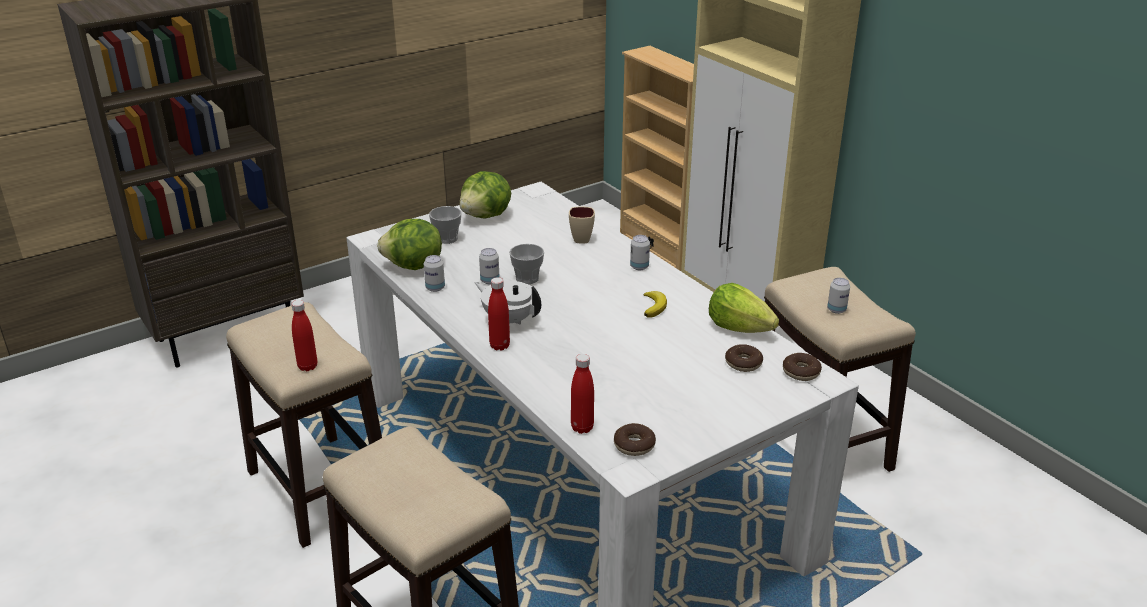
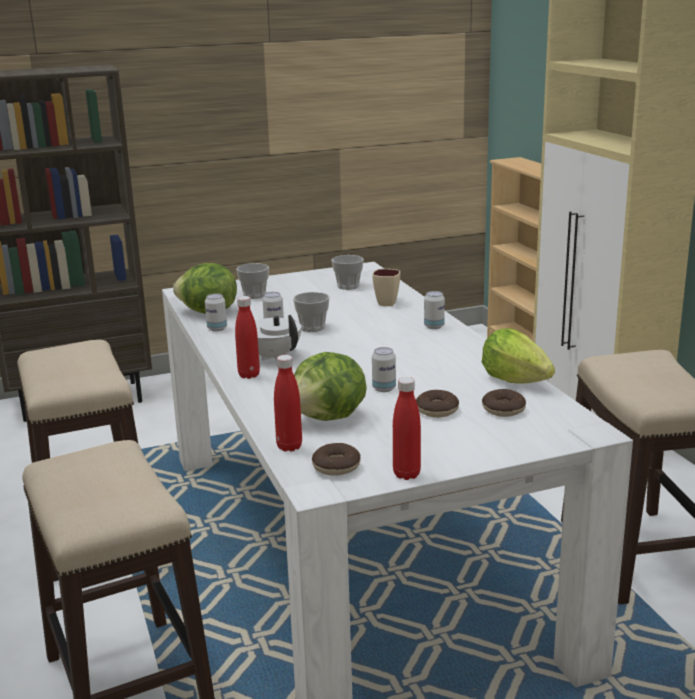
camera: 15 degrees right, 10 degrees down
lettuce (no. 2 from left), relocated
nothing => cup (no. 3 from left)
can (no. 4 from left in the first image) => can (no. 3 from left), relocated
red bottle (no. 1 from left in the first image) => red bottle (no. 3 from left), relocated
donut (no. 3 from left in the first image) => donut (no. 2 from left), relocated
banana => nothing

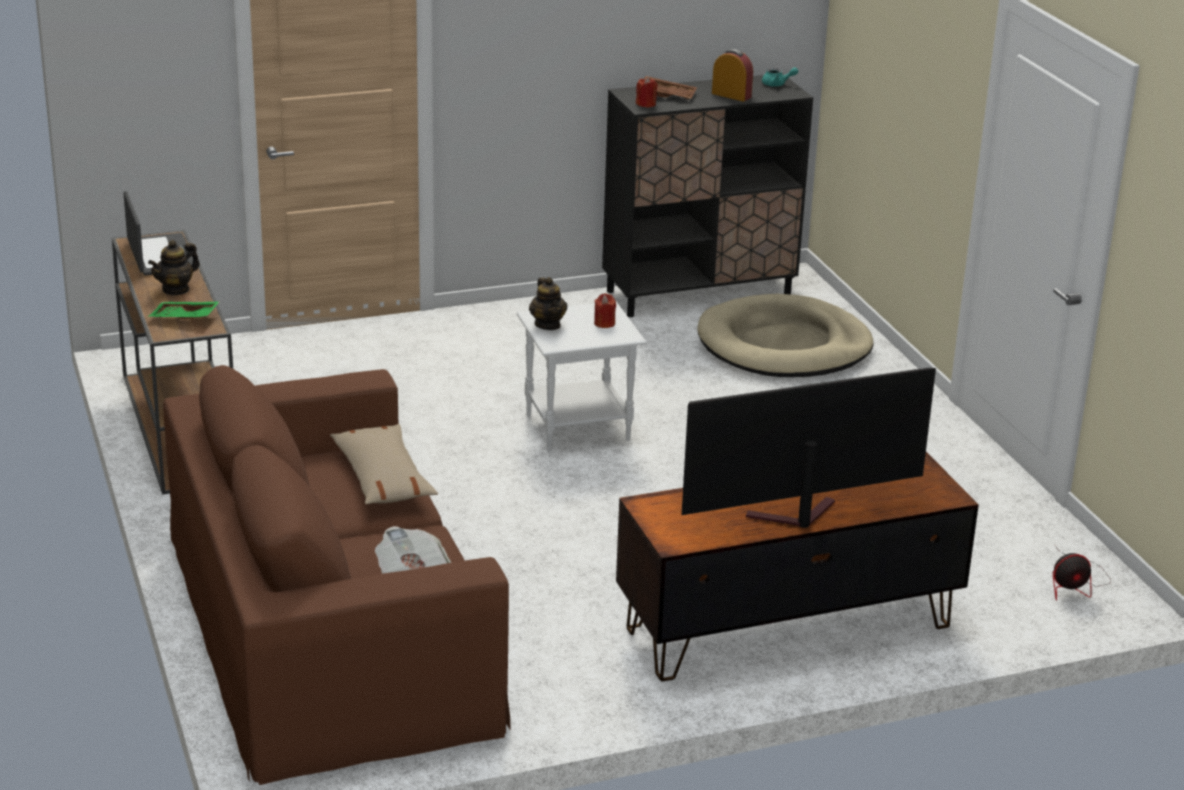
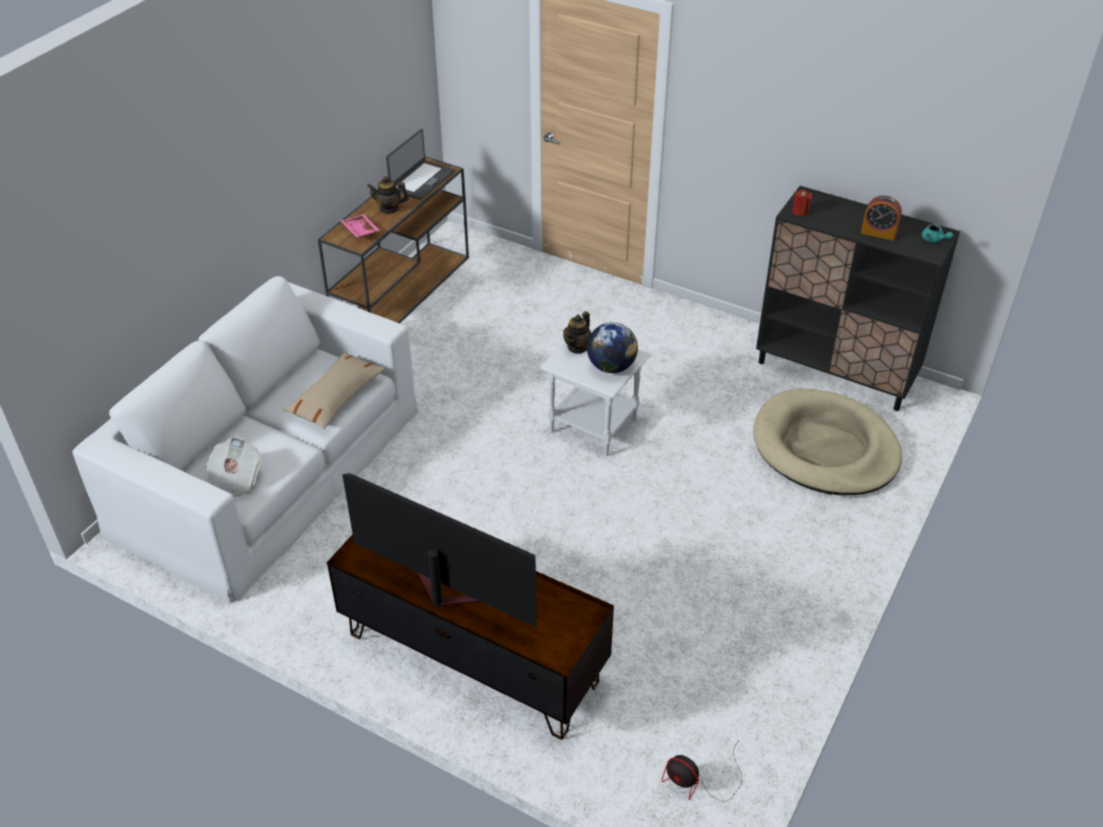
camera: 50 degrees right, 15 degrees up
brown sofa => white sofa
green tray => pink tray
red candle (no. 1 from left) => globe
alarm clock, 120 degrees clockwise
brown tray => nothing

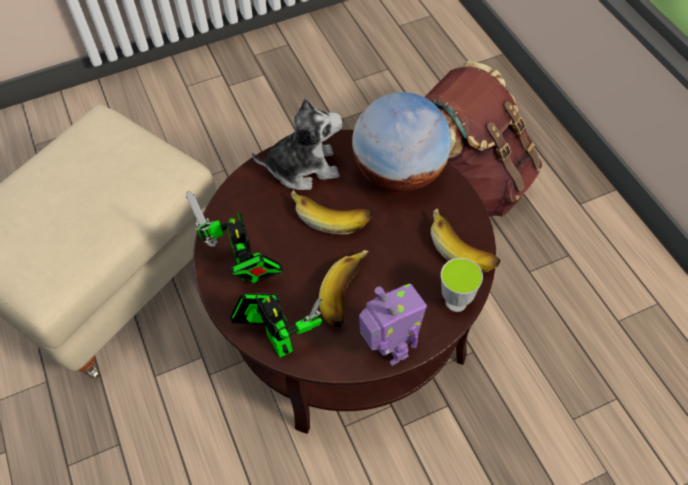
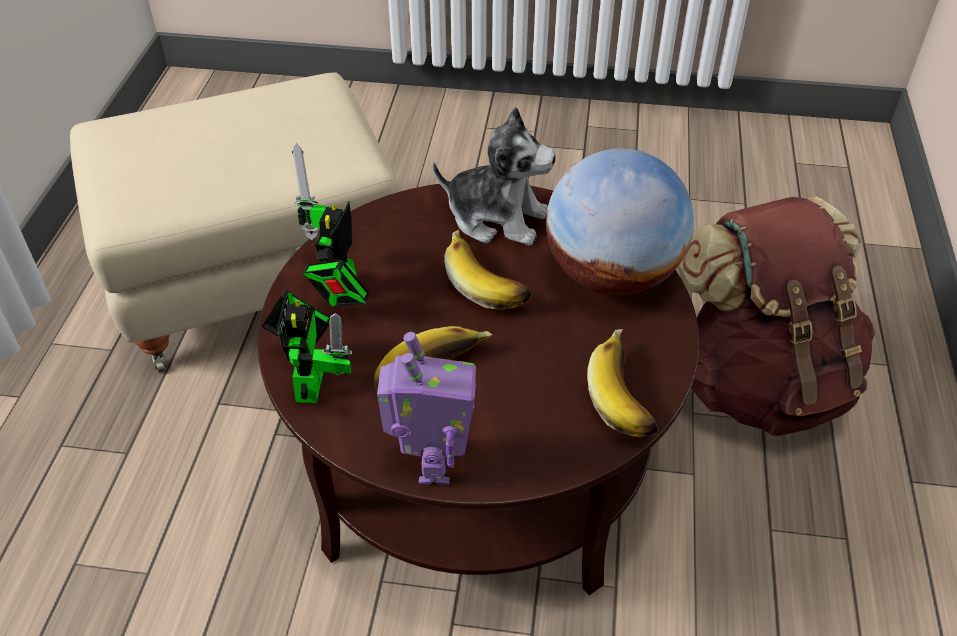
camera: 30 degrees right, 10 degrees down
cup => nothing

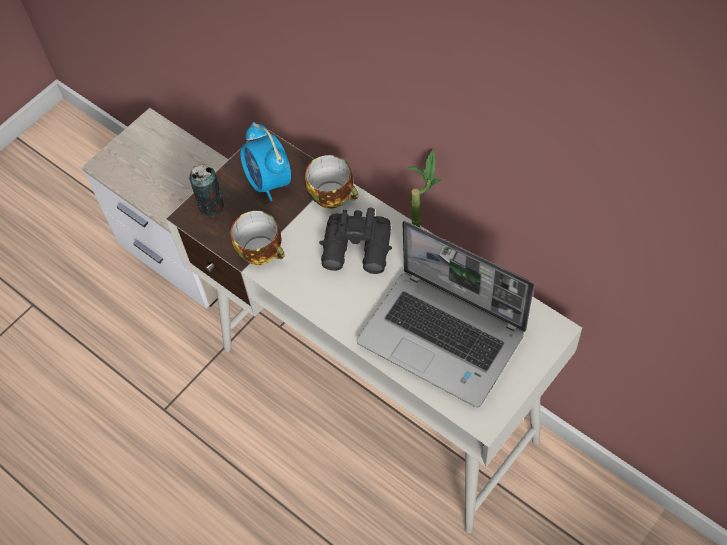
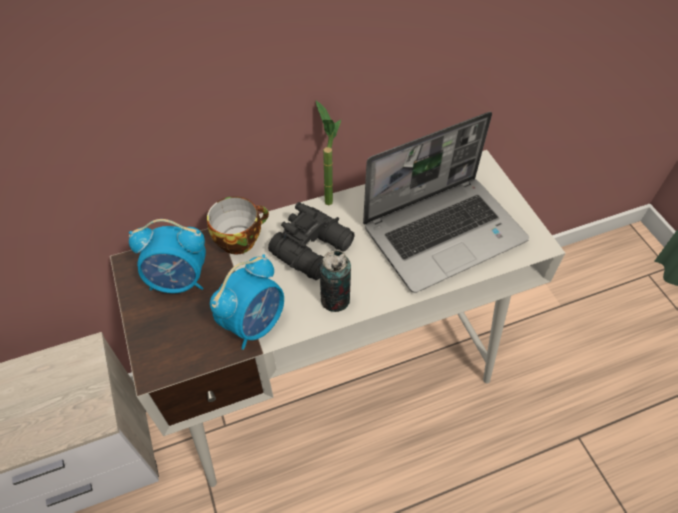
camera: 65 degrees left, 5 degrees down
cup (no. 1 from left) => alarm clock (no. 2 from left)
can, relocated

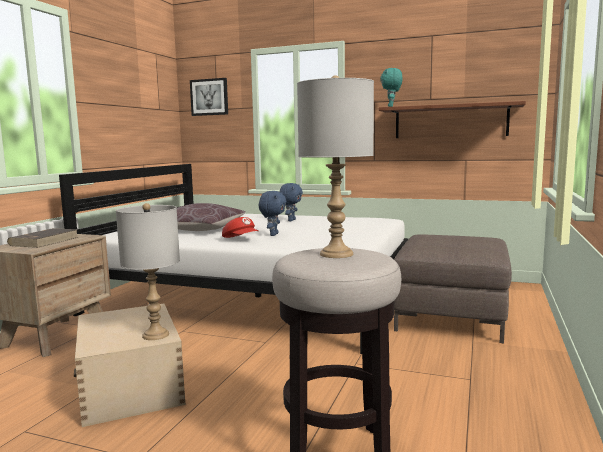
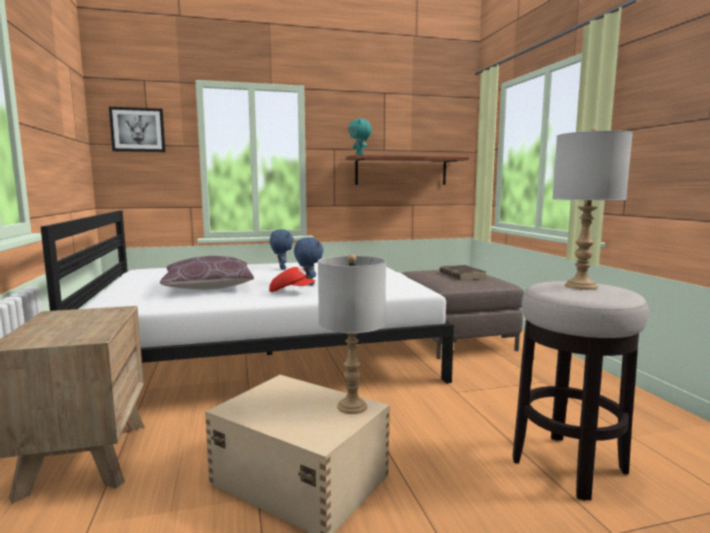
camera: 35 degrees left, 0 degrees up
brown book, relocated

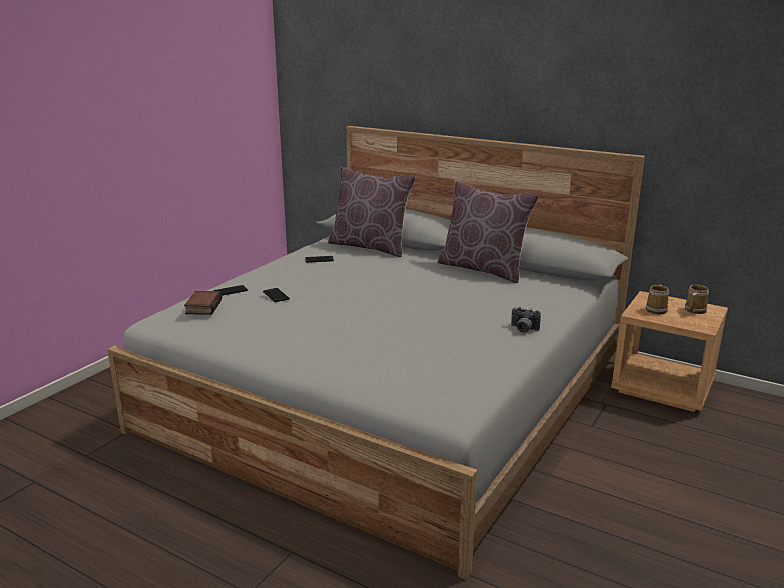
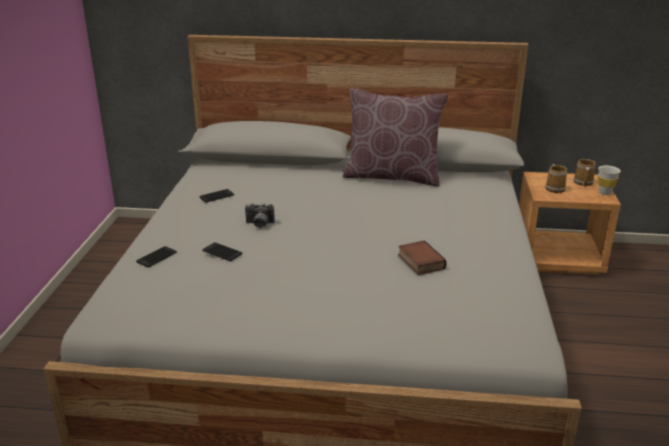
camera: 25 degrees left, 5 degrees up
photo camera, relocated
book, relocated
nothing => white cup
brown pillow (no. 1 from left) => nothing

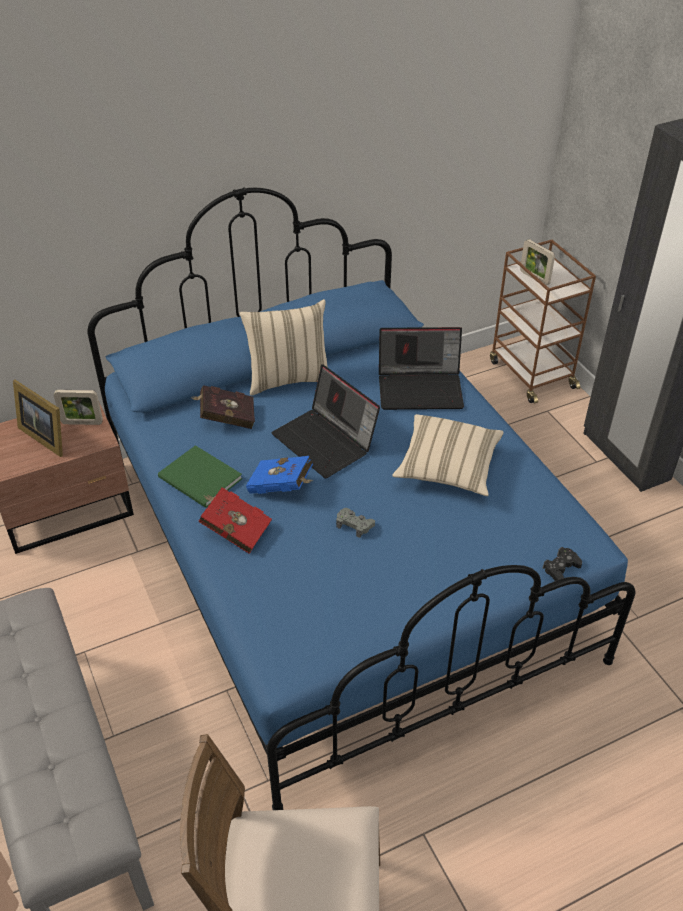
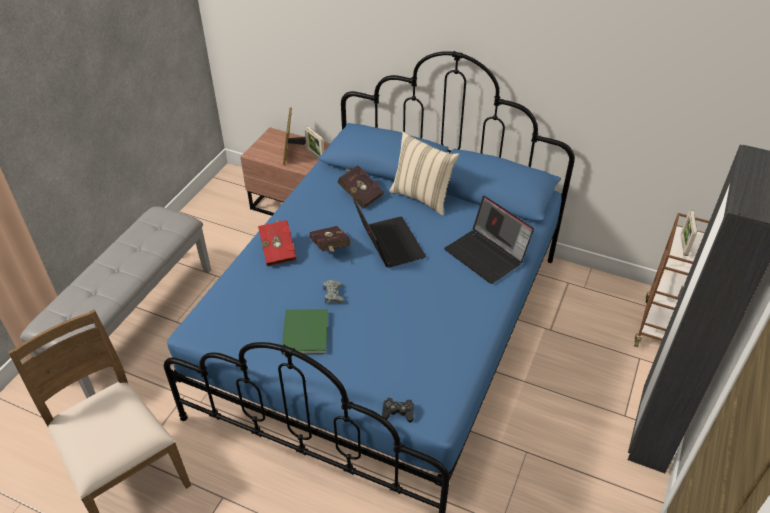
camera: 50 degrees right, 0 degrees up
green book, relocated
blue book => red book (no. 2 from left)
laptop (no. 1 from left), 150 degrees clockwise
beige pillow (no. 2 from left) => nothing

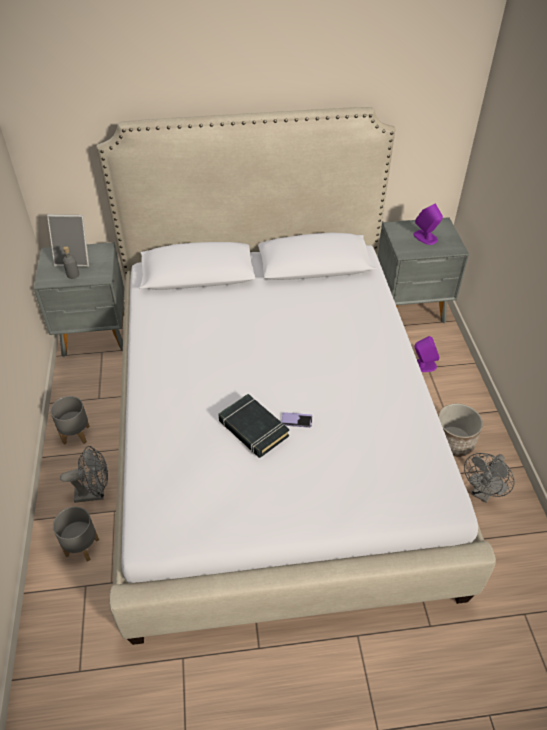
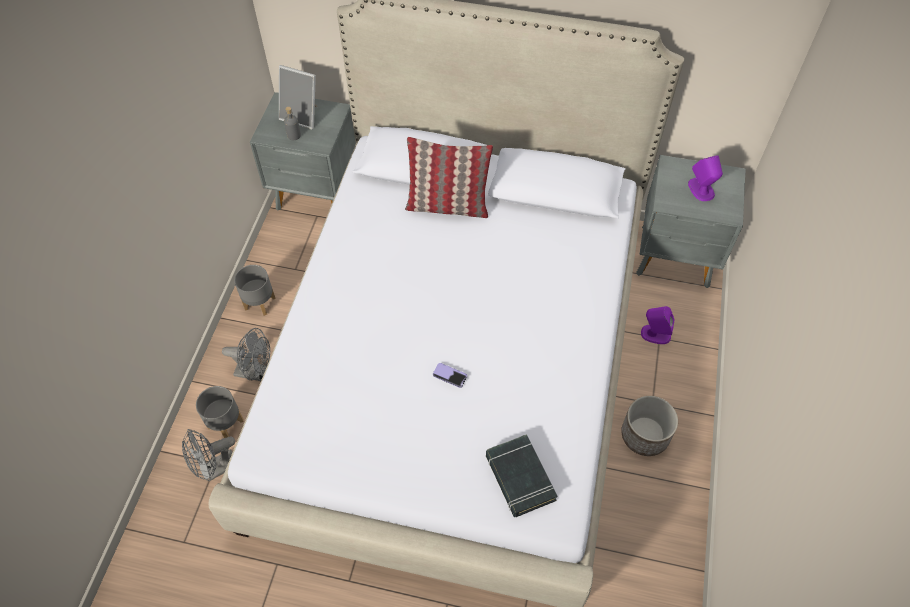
camera: 20 degrees right, 10 degrees up
grey fan (no. 2 from left in the first image) => grey fan (no. 1 from left), relocated
nothing => pillow
black book, relocated

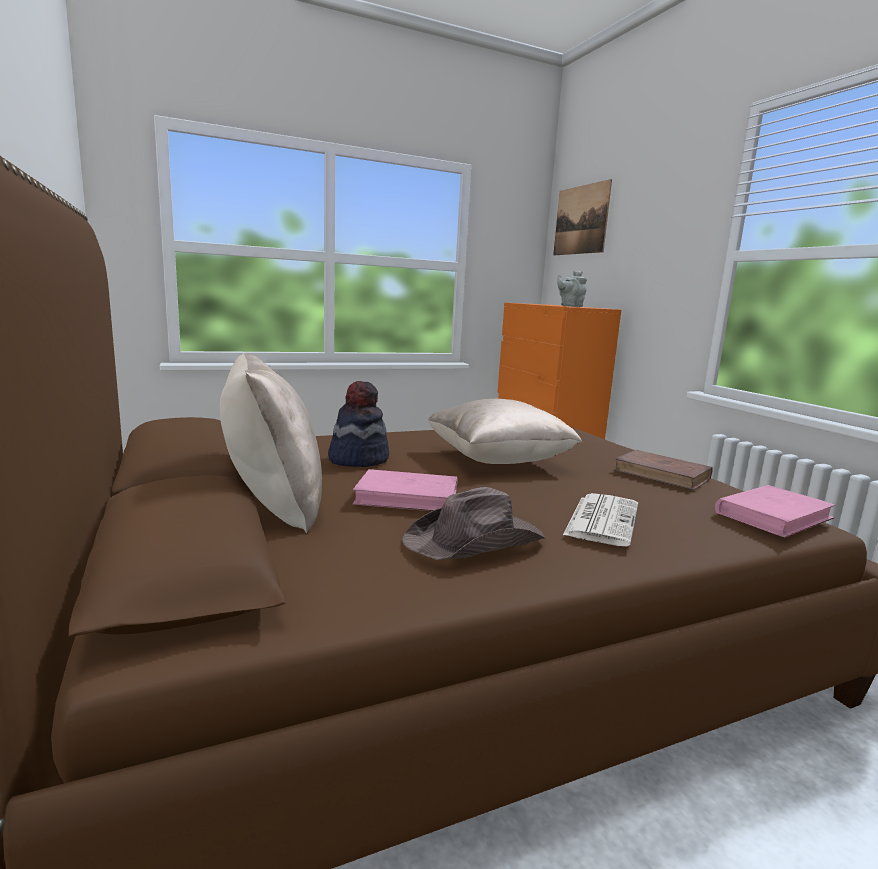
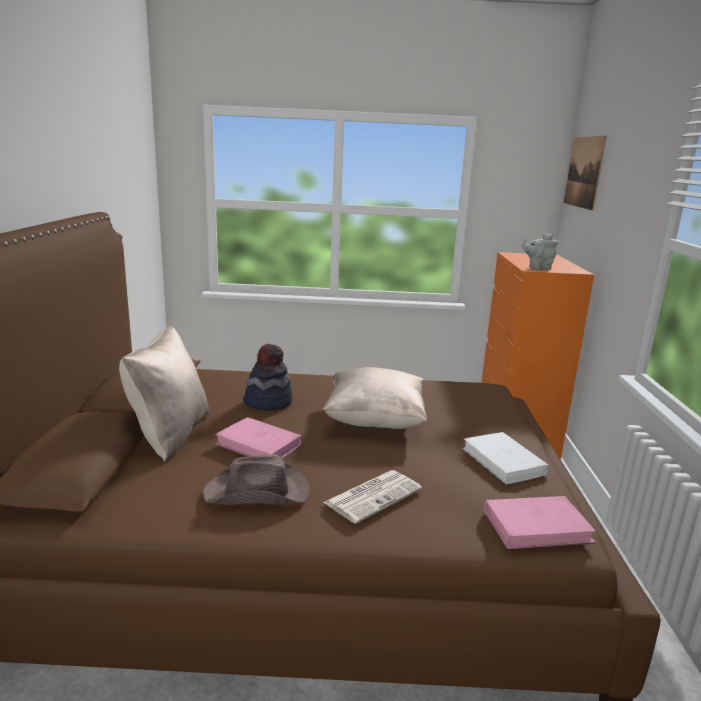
camera: 25 degrees right, 5 degrees up
brown book => white book

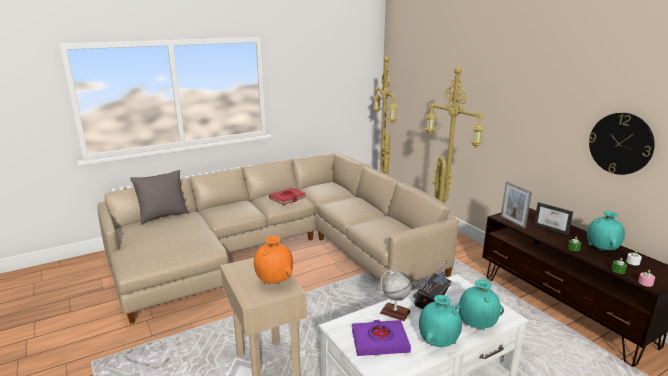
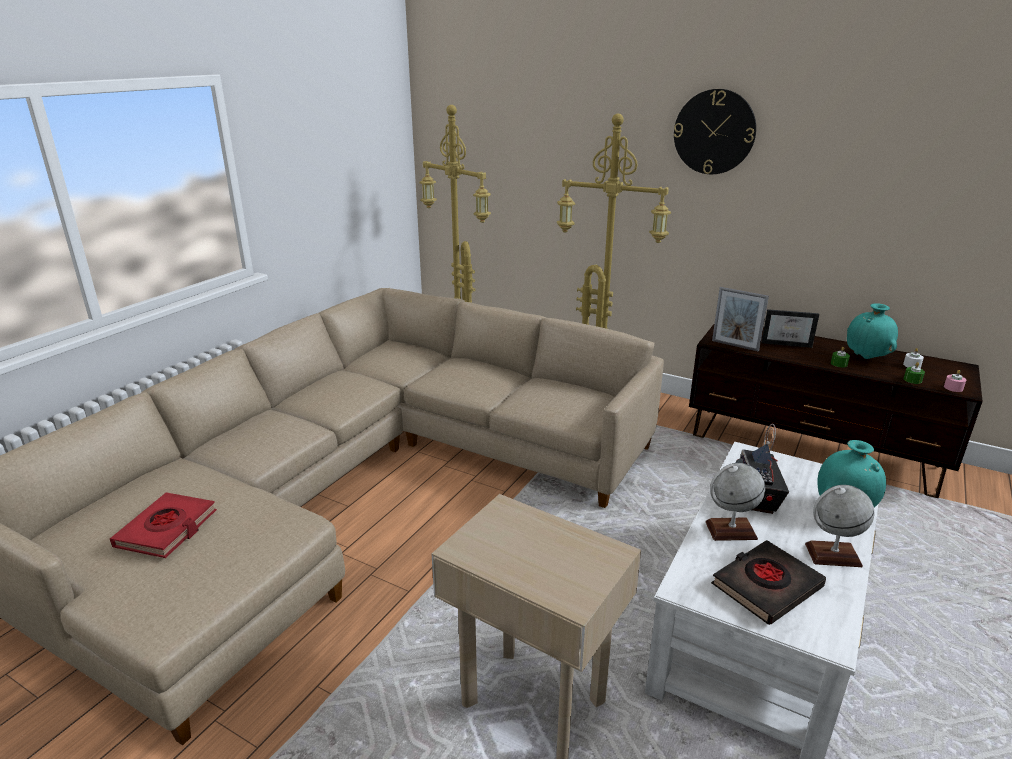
camera: 30 degrees left, 5 degrees up
red book, relocated
wall clock, relocated
purple book => black book
turquoise vase (no. 1 from left) => globe (no. 2 from left)
grey pillow => nothing
orange vase => nothing

